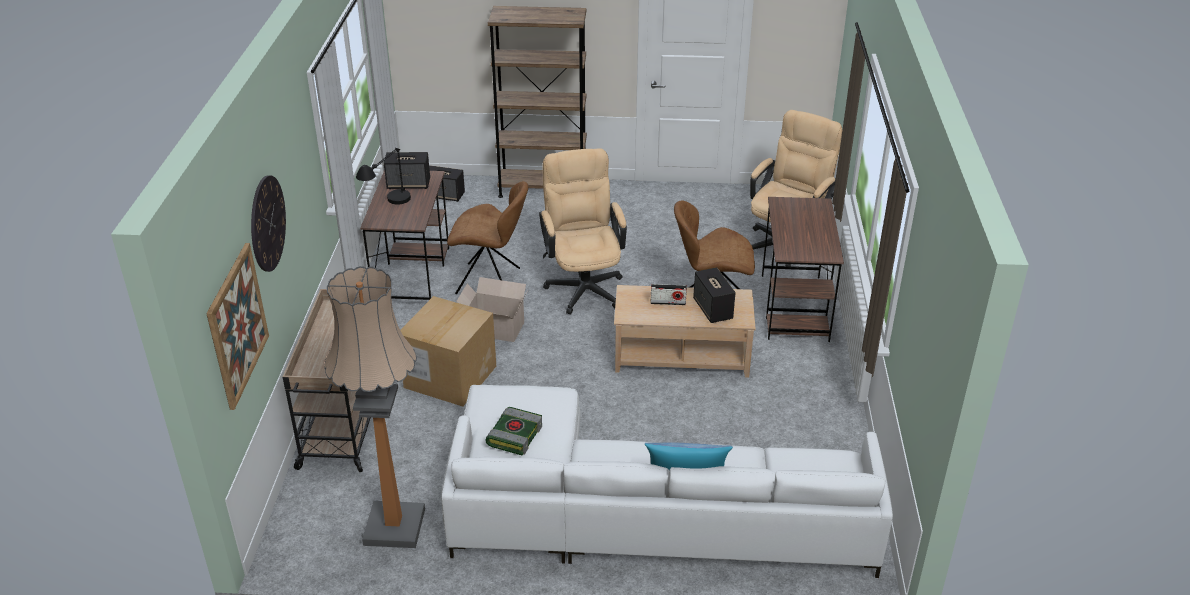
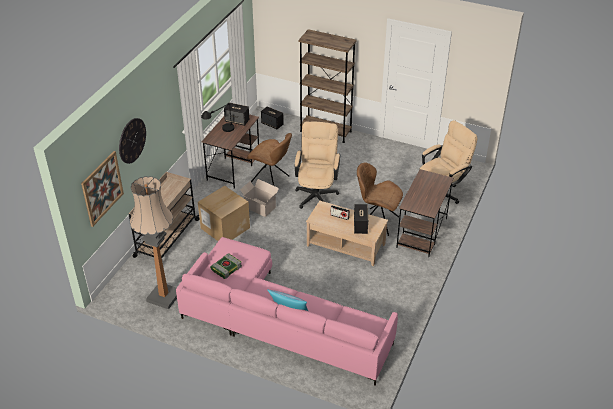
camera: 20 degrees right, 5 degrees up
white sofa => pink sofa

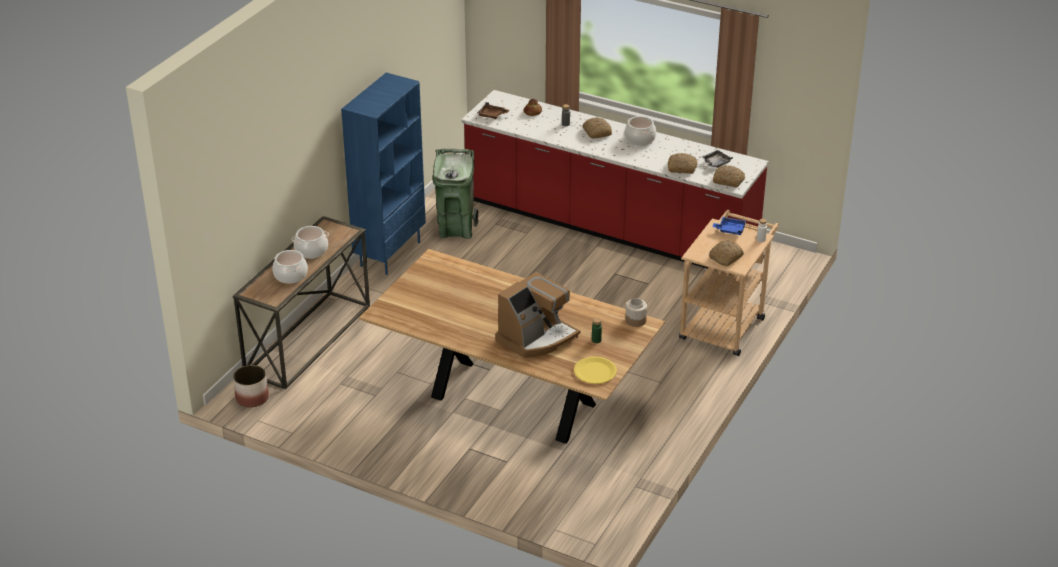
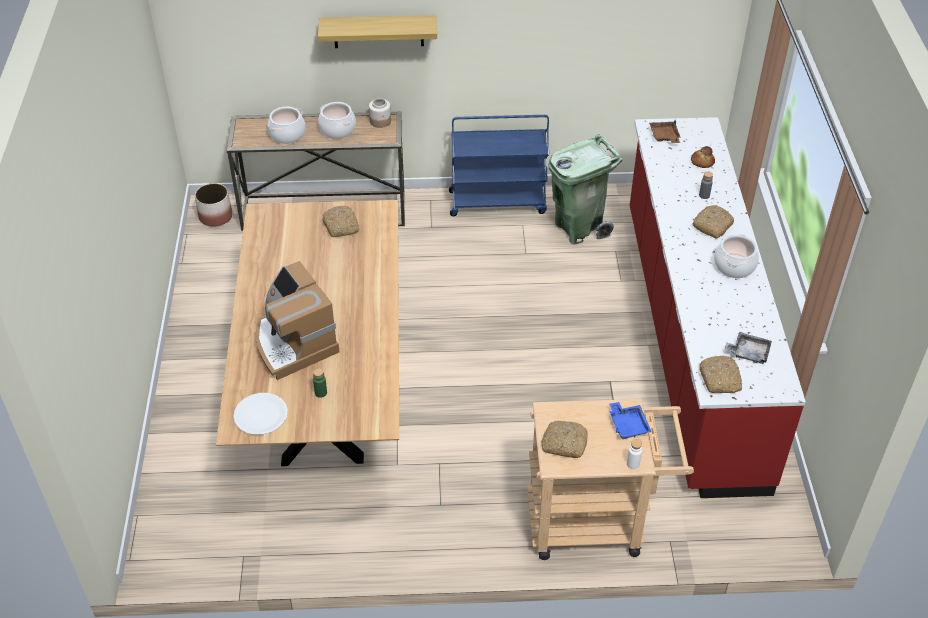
camera: 60 degrees right, 10 degrees up
yellow plate => white plate
coffee machine, 45 degrees clockwise
nothing => shelf
bread (no. 3 from left in the first image) => bread (no. 1 from left), relocated
jar, relocated
blue bookcase => blue cart

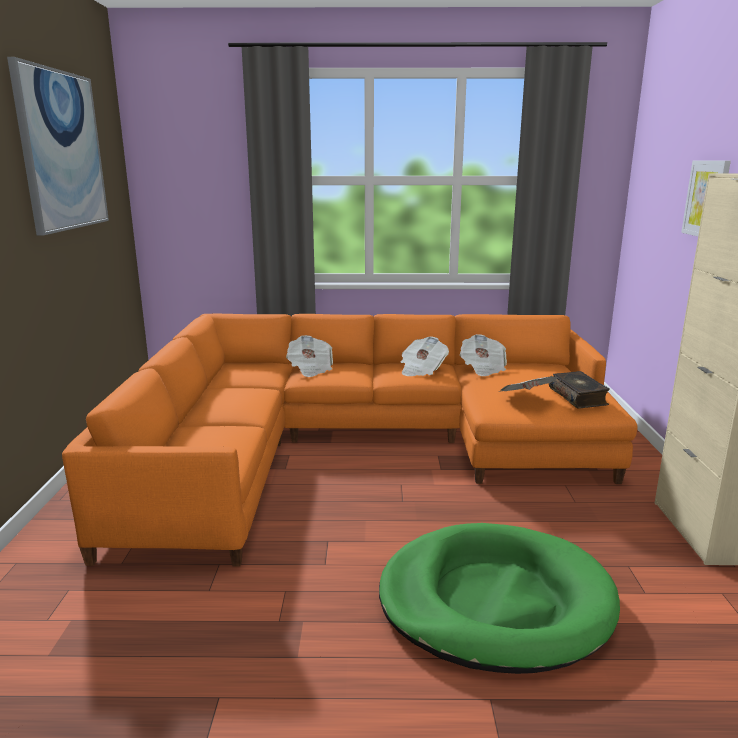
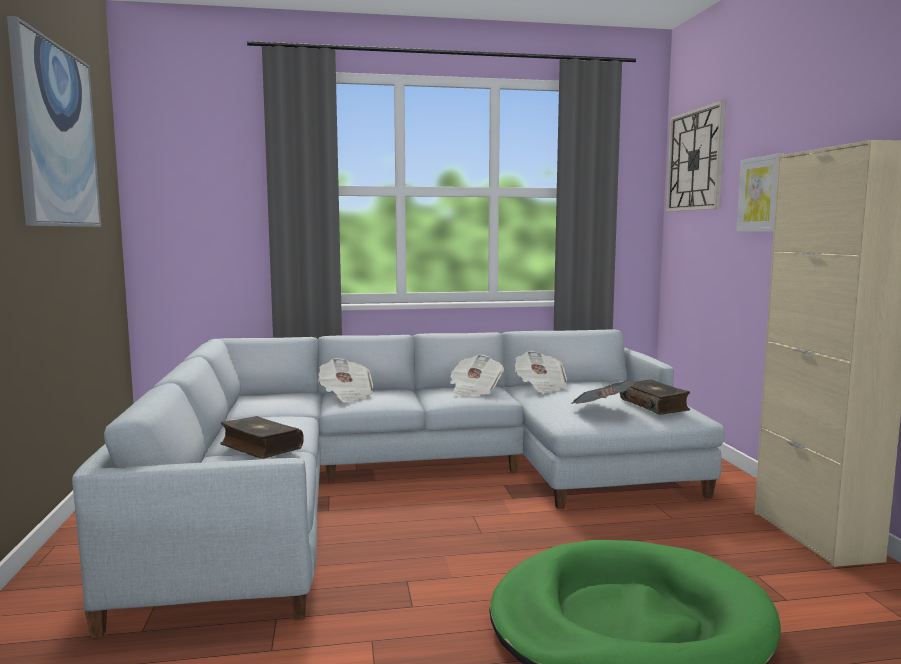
camera: 10 degrees left, 10 degrees down
orange sofa => grey sofa
nothing => book (no. 1 from left)
nothing => wall clock

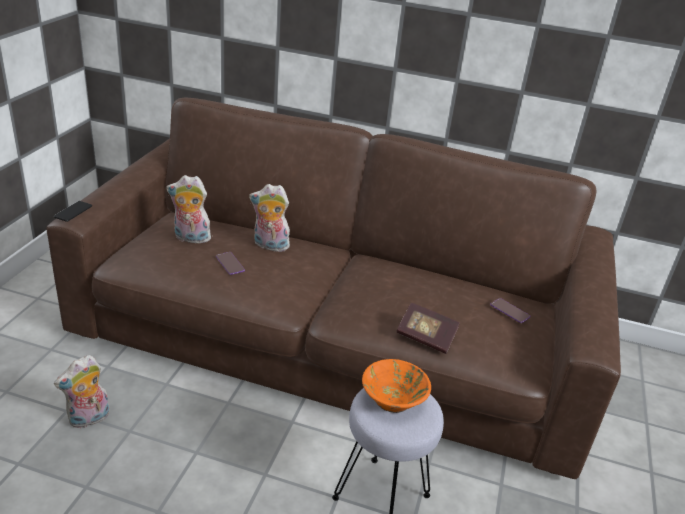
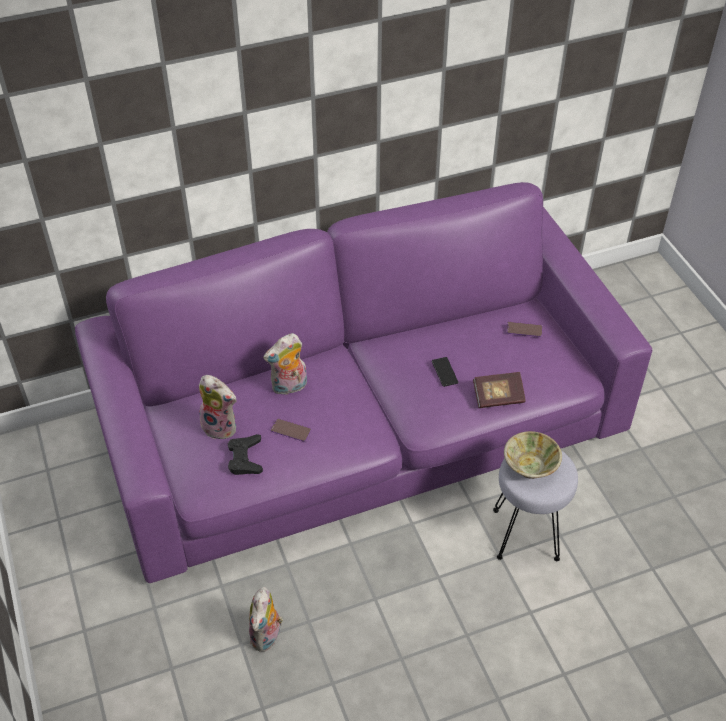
camera: 35 degrees left, 15 degrees up
brown sofa => purple sofa
plush toy (no. 2 from left in the first image) => plush toy (no. 1 from left), 120 degrees counterclockwise
nothing => black game controller
phone (no. 1 from left in the first image) => phone (no. 2 from left), relocated
orange bowl => beige bowl

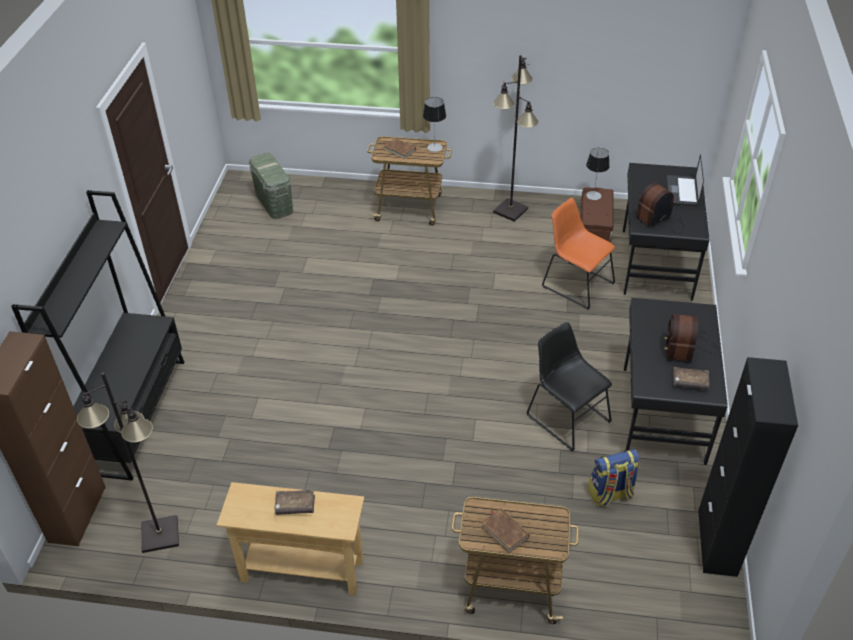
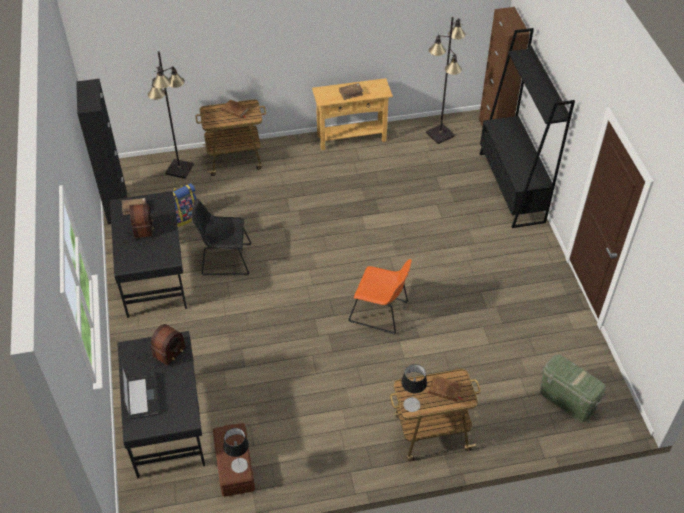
camera: 160 degrees right, 5 degrees up
black floor lamp (no. 2 from left in the first image) => black floor lamp (no. 1 from left), relocated
black chair, 150 degrees clockwise
orange chair, relocated

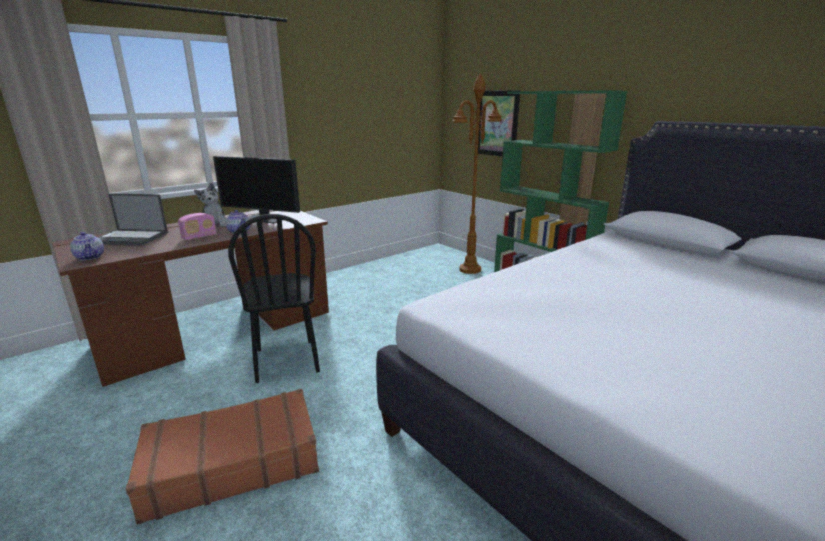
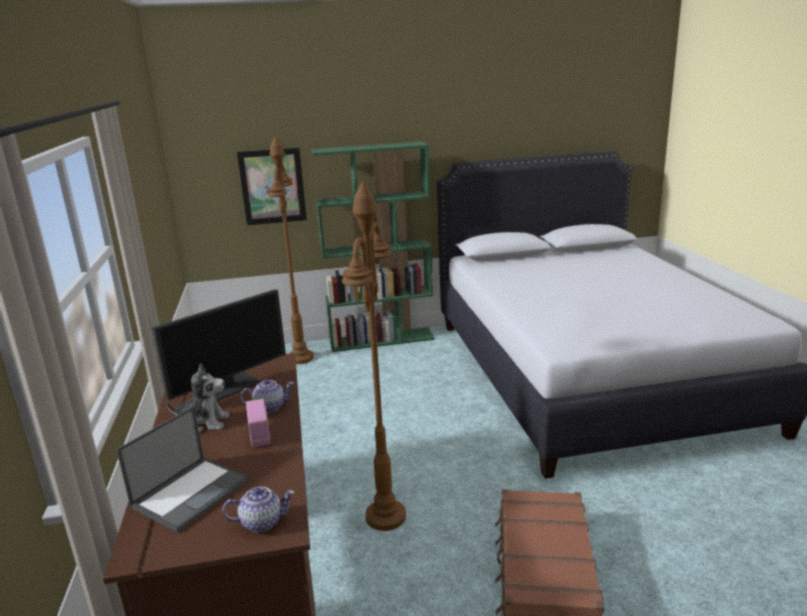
camera: 60 degrees left, 0 degrees up
black chair => brown floor lamp (no. 2 from left)

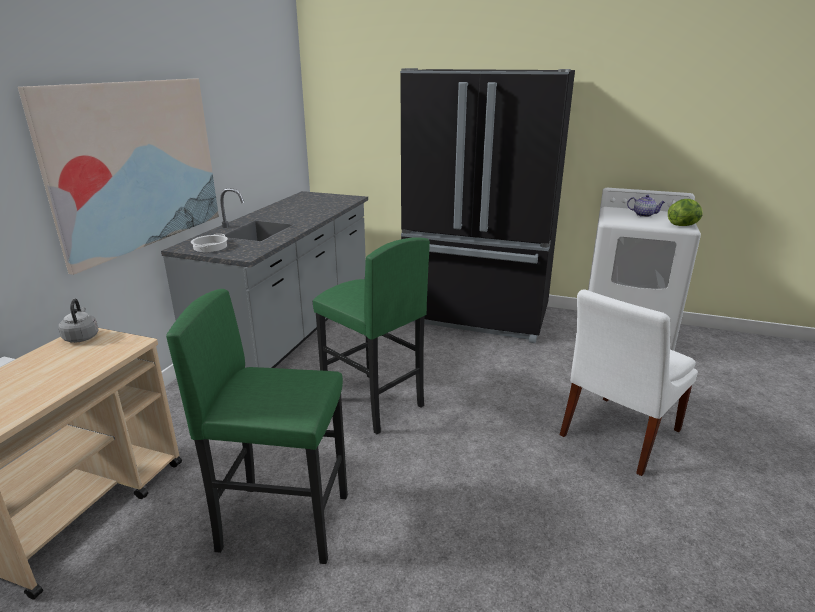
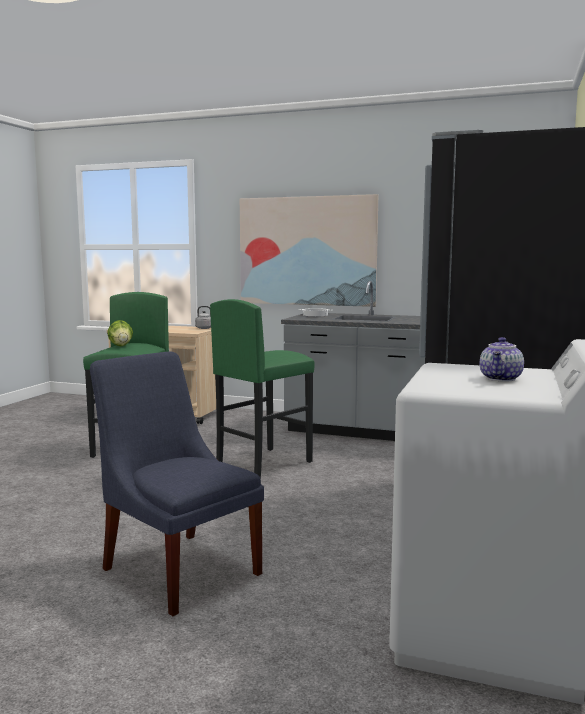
camera: 90 degrees right, 15 degrees down
white chair => blue chair
lettuce, relocated

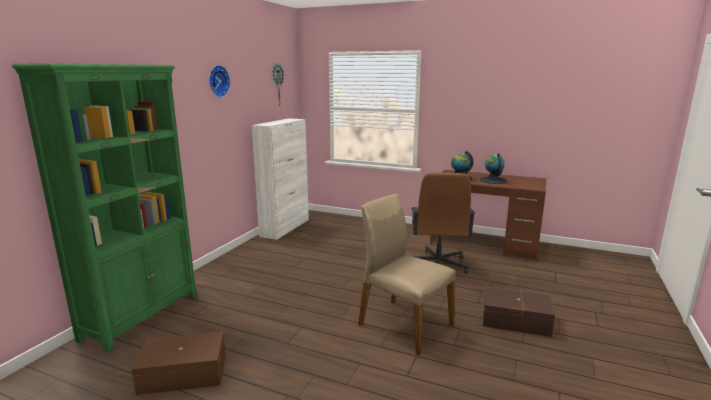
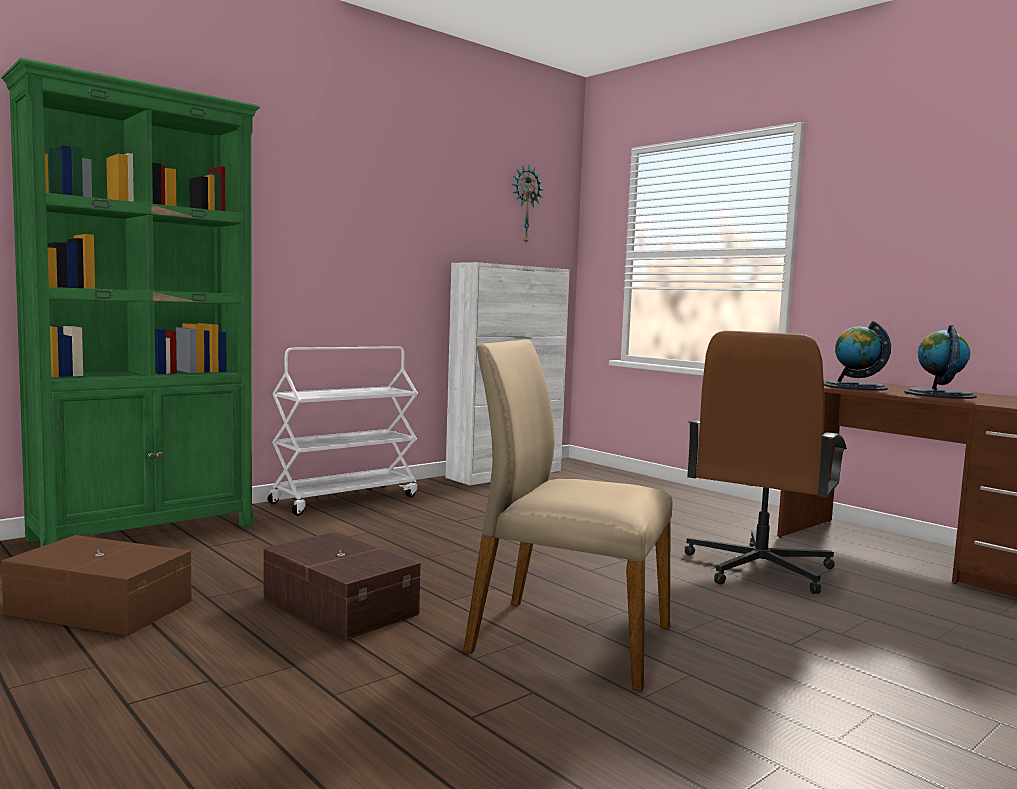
camera: 25 degrees right, 10 degrees down
brown storage box (no. 2 from left), relocated
nothing => white cart
beige chair, 45 degrees counterclockwise
wall clock (no. 1 from left) => nothing

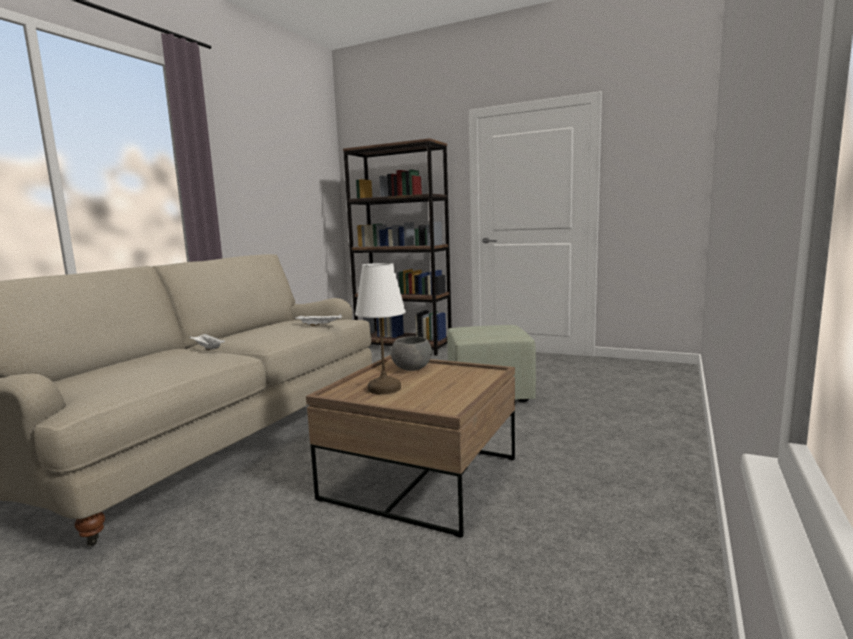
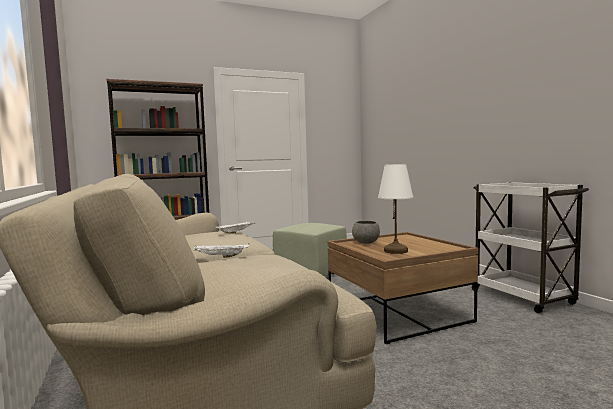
camera: 50 degrees left, 5 degrees down
nothing => white cart

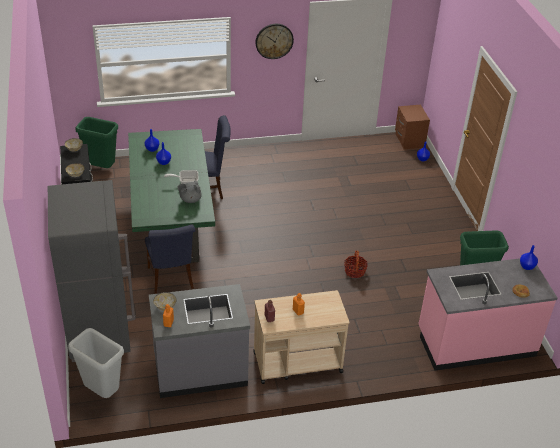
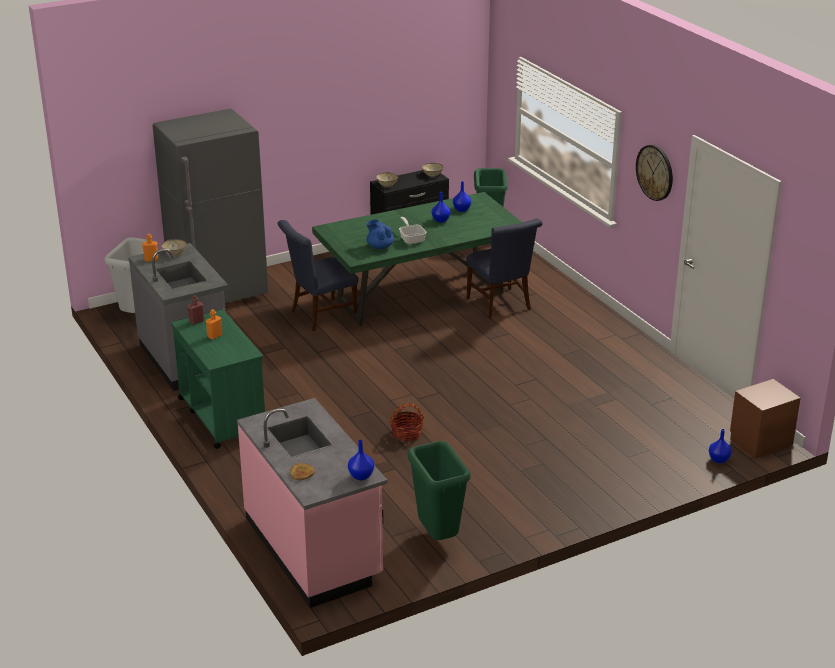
camera: 75 degrees right, 10 degrees down
beige cart => green cart
grey teapot => blue teapot

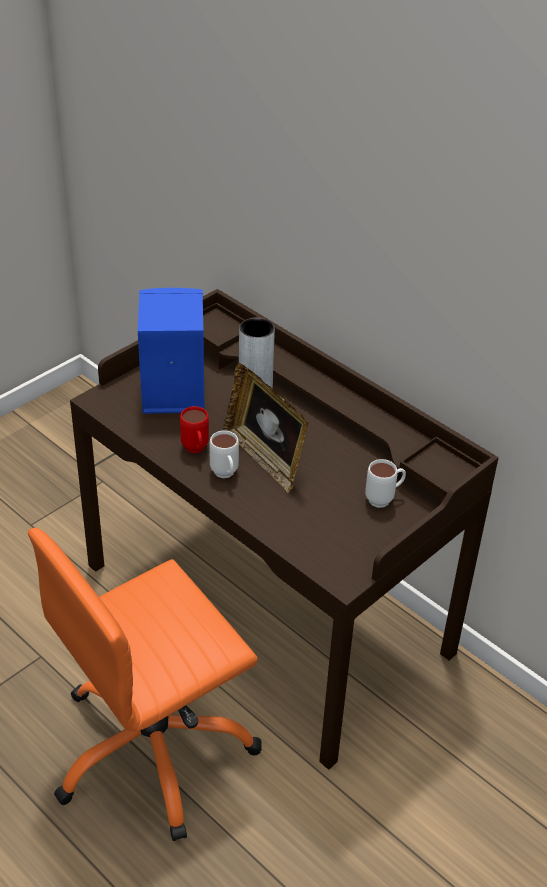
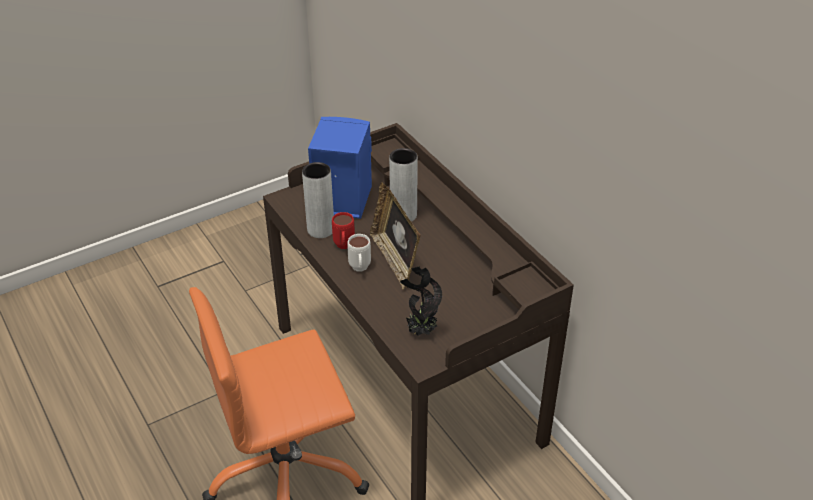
camera: 15 degrees right, 0 degrees up
nothing => grey vase (no. 1 from left)
nothing => potted plant
white mug (no. 2 from left) => nothing

